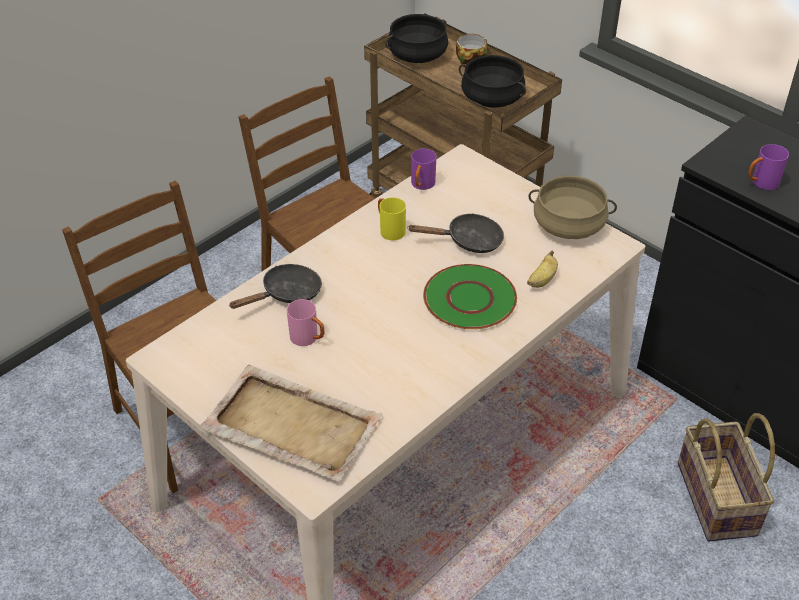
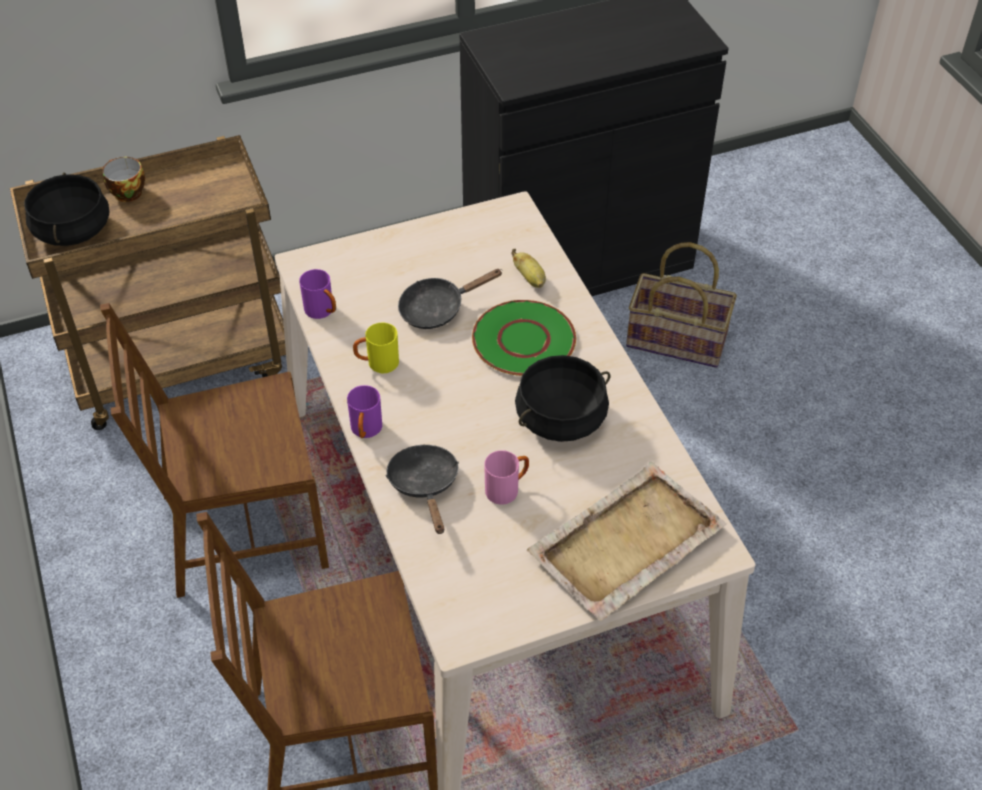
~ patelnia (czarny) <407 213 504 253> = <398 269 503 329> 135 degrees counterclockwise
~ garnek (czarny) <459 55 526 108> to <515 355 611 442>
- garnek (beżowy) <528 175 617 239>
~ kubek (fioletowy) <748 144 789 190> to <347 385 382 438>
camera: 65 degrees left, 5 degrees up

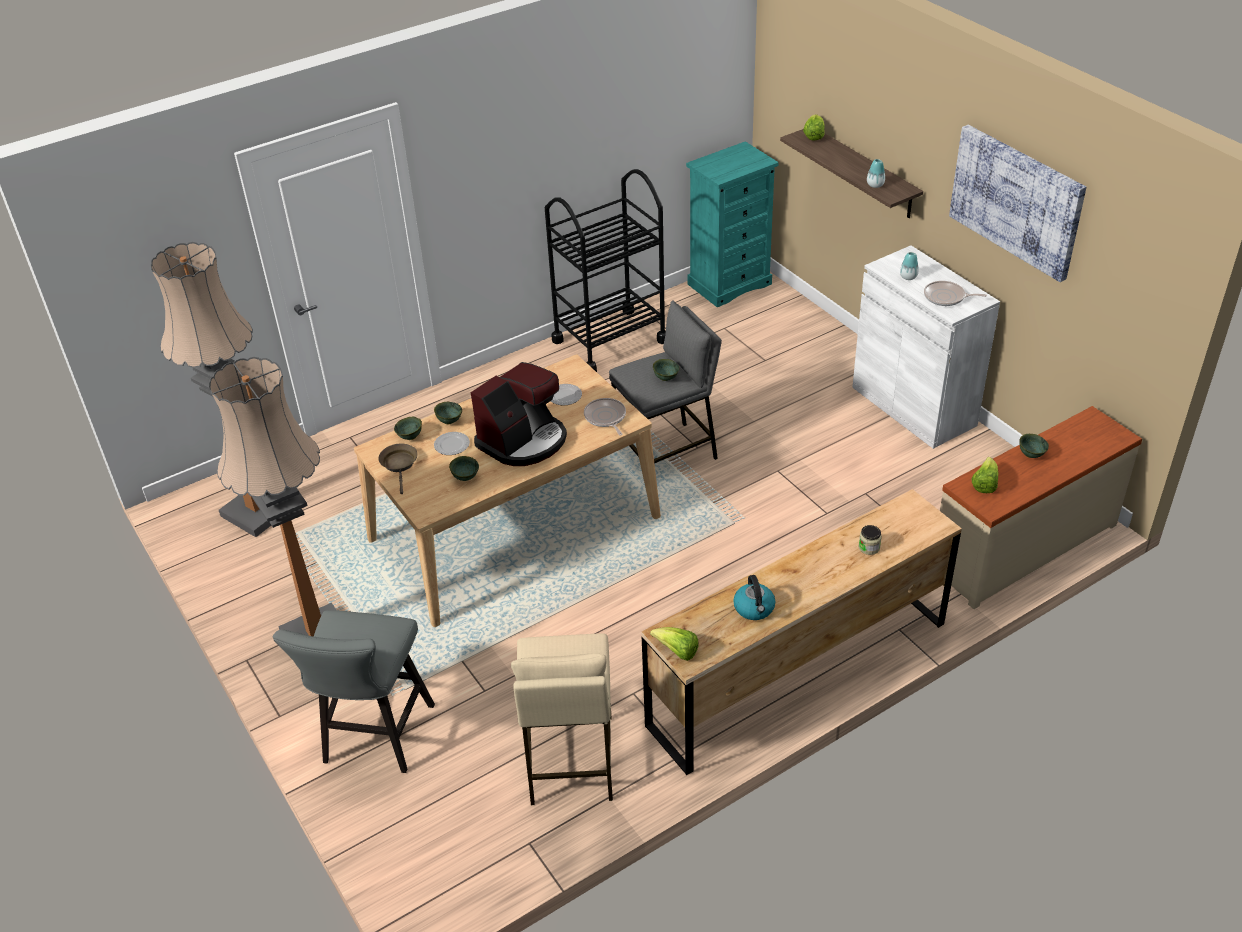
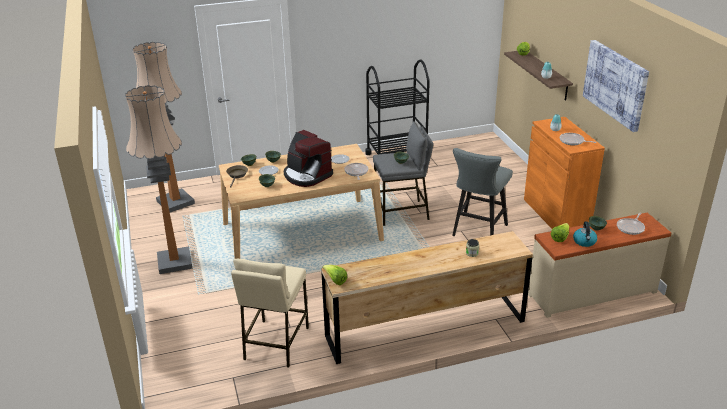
~ stołek (szary) <273 610 435 773> to <452 148 513 236>
~ ekspres do kawy <471 362 567 466> = <284 130 333 187> 75 degrees clockwise
- komoda (turkusowy) <686 141 779 307>
~ czajnik <733 575 775 620> to <573 221 597 247>
~ szafka (biały) <852 245 1000 449> to szafka (pomarańczowy) <524 117 605 229>
+ patelnia <617 213 645 235>
camera: 15 degrees right, 10 degrees down

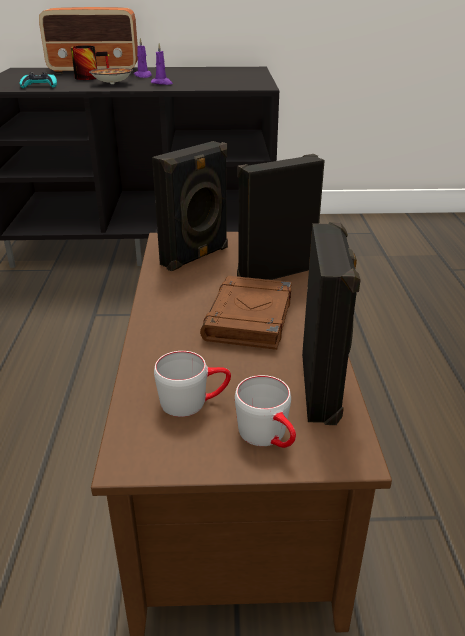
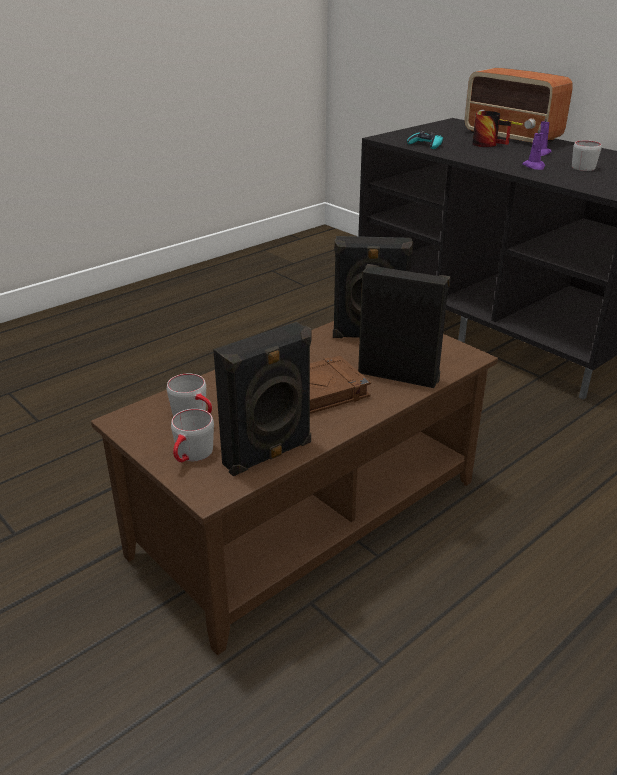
- miska <89 68 133 84>
+ kubek (szary) <572 140 602 171>
camera: 50 degrees right, 0 degrees up

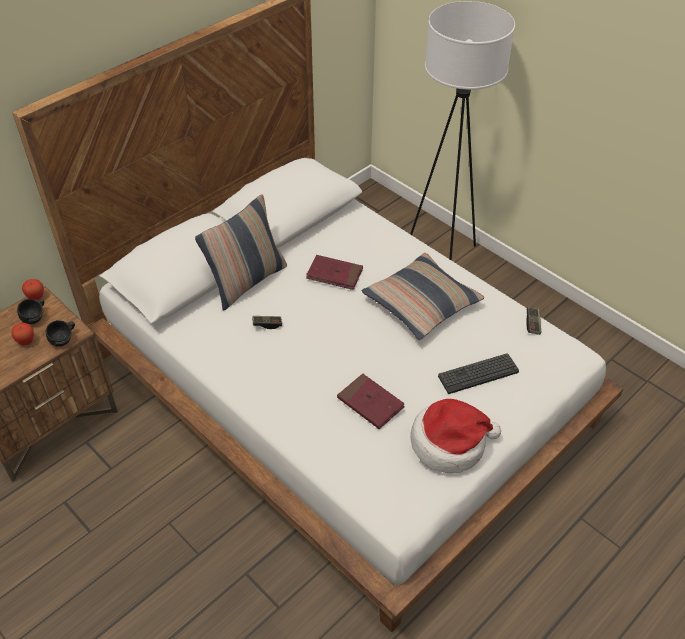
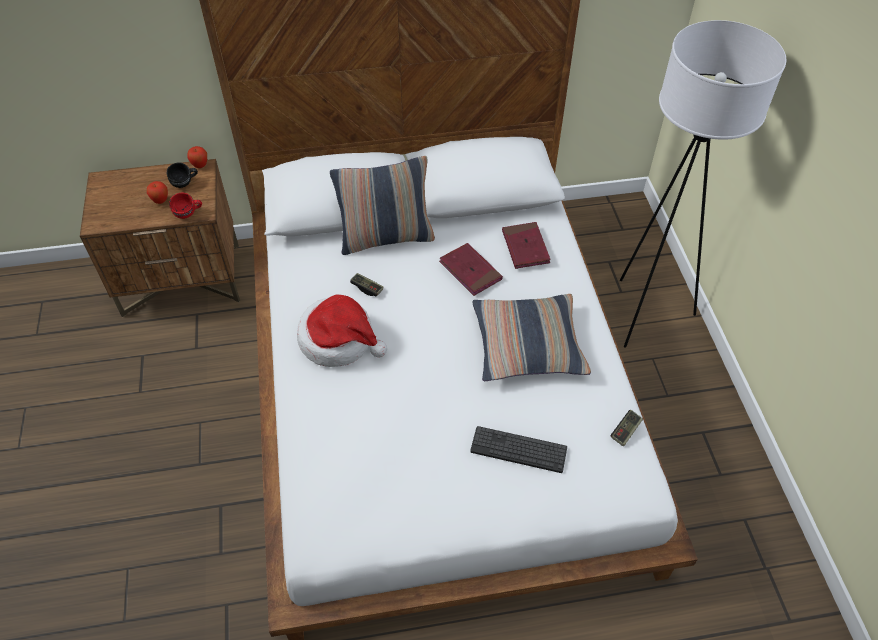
~ kubek (czarny) <46 320 75 346> to kubek (czerwony) <169 193 202 219>
~ książka (czerwony) <337 374 405 429> to <502 222 550 269>
~ kapelusz <410 399 501 473> to <297 295 387 367>
camera: 35 degrees right, 5 degrees up

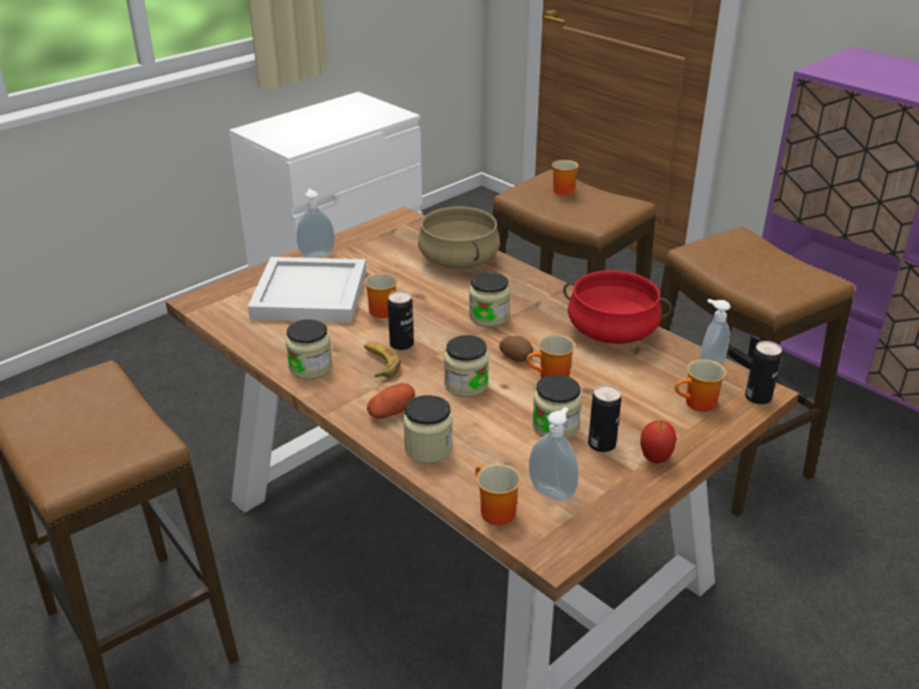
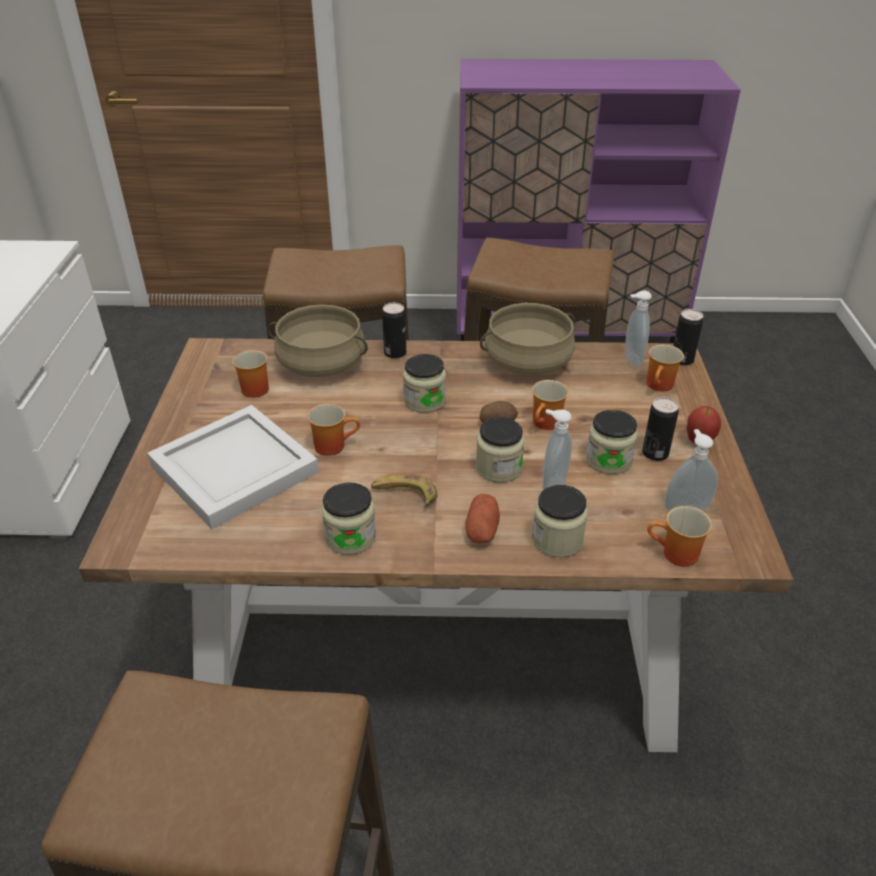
~ dozownik mydła <296 189 335 258> to <543 409 572 490>
~ puszka <388 291 414 350> to <382 303 406 359>
~ kubek <552 160 579 195> to <232 350 269 398>
~ garnek (czerwony) <563 270 672 344> to garnek (beżowy) <480 303 575 375>
camera: 45 degrees left, 5 degrees up

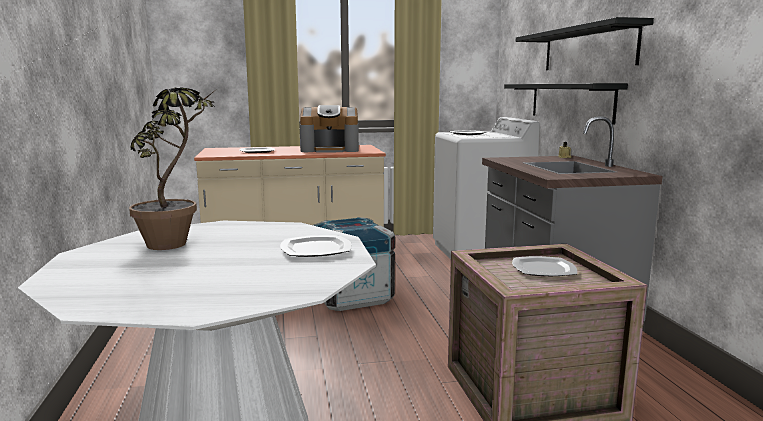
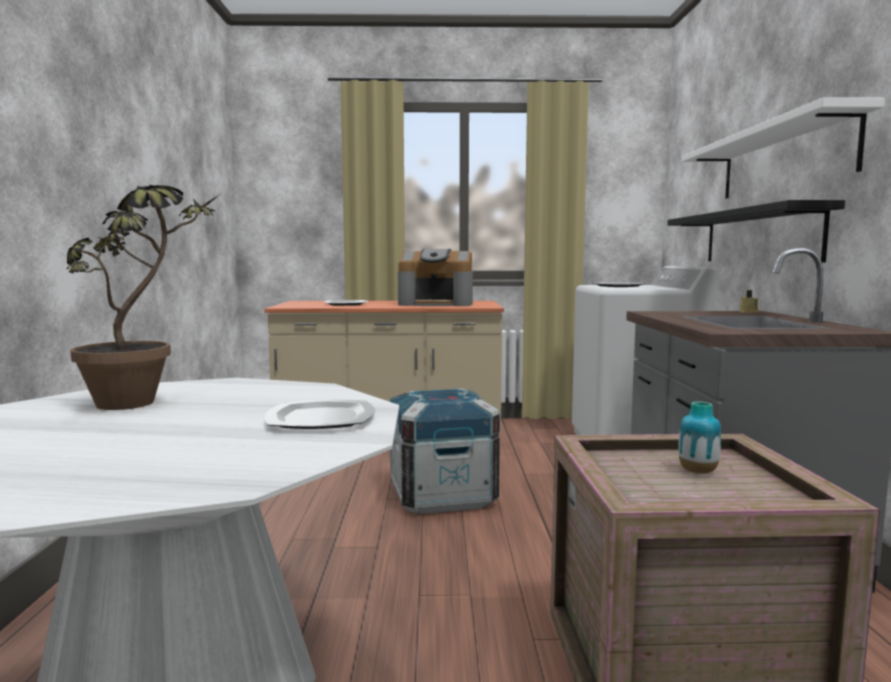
~ talerz <512 256 577 276> to wazon <679 401 721 474>
~ półka (czarny) <516 17 654 70> to półka (biały) <682 97 885 199>
camera: 10 degrees right, 5 degrees down

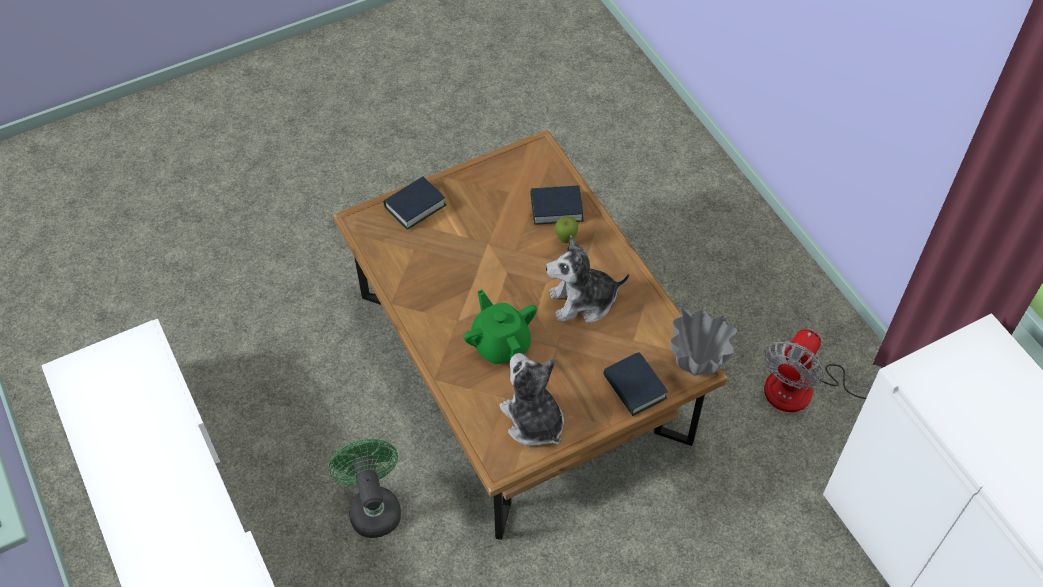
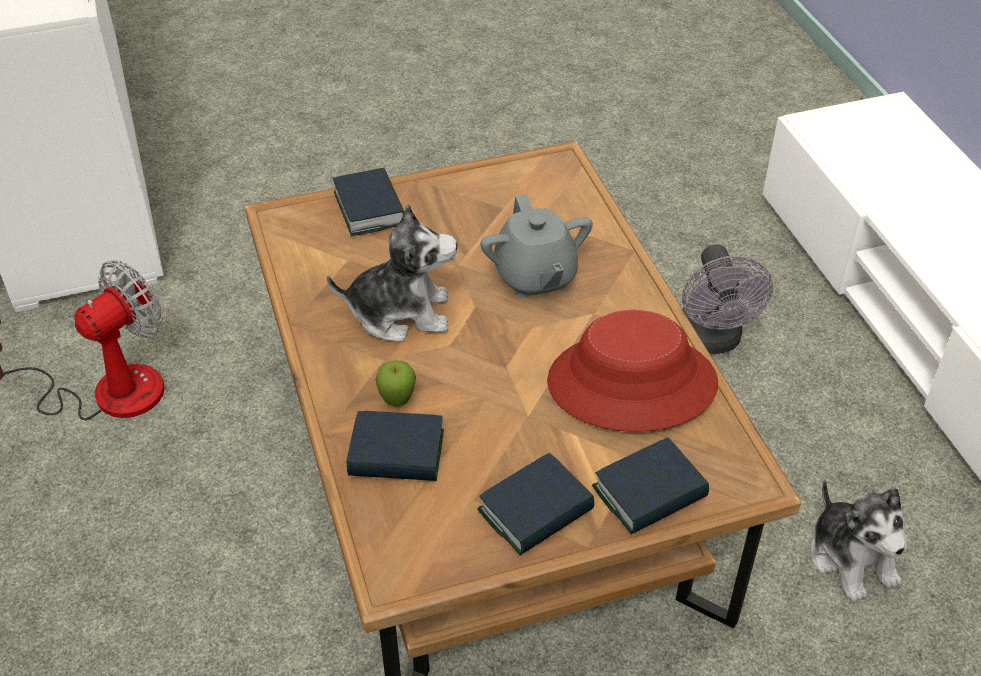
~ wentylator (zielony) <328 439 401 538> to wentylator (szary) <682 244 773 354>
~ imbryk (zielony) <463 289 537 364> to imbryk (szary) <480 194 593 298>
~ pluszak <500 353 564 446> to <810 479 908 603>
- wazon (szary) <671 308 737 375>
+ książka <477 453 595 555>
+ kapelusz (czerwony) <547 310 718 432>
camera: 170 degrees left, 10 degrees down

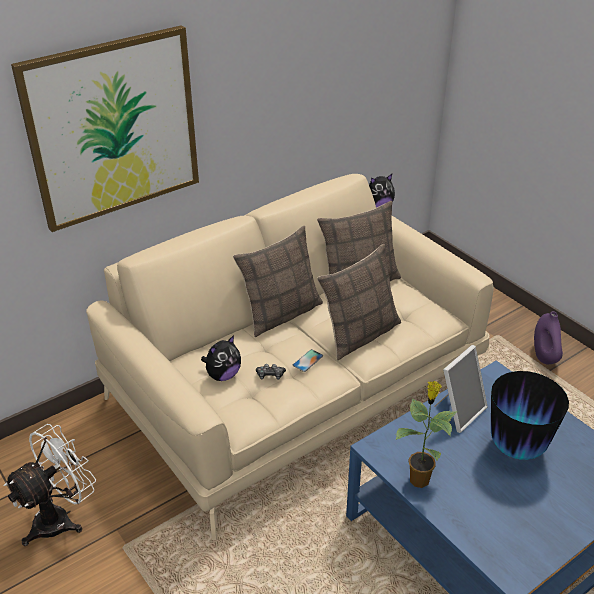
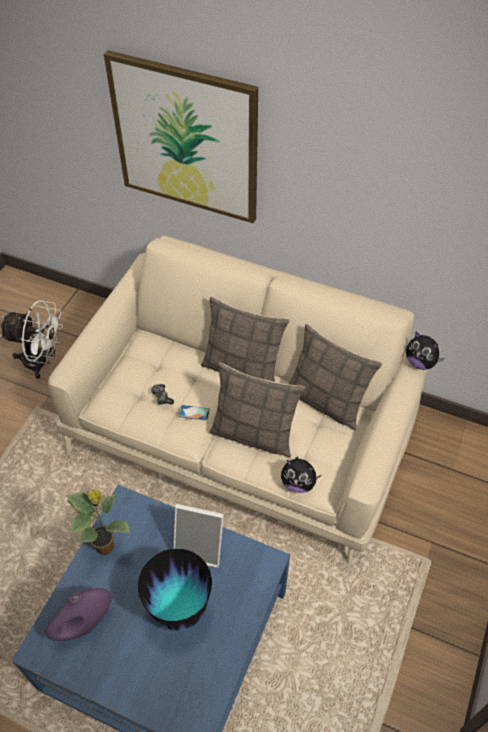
~ pluszak <201 335 241 381> to <281 457 321 493>
~ wazon (fioletowy) <534 311 563 364> to <45 588 112 641>
camera: 60 degrees right, 15 degrees up

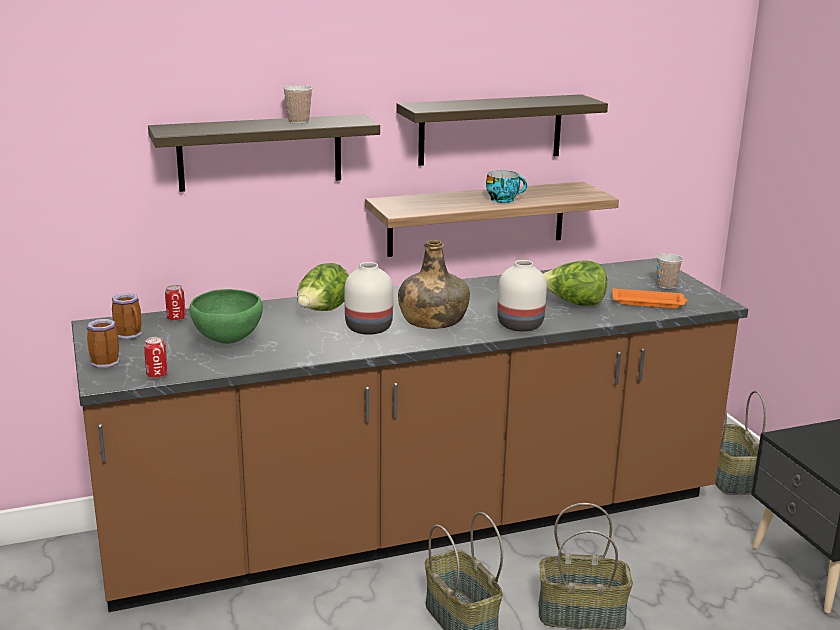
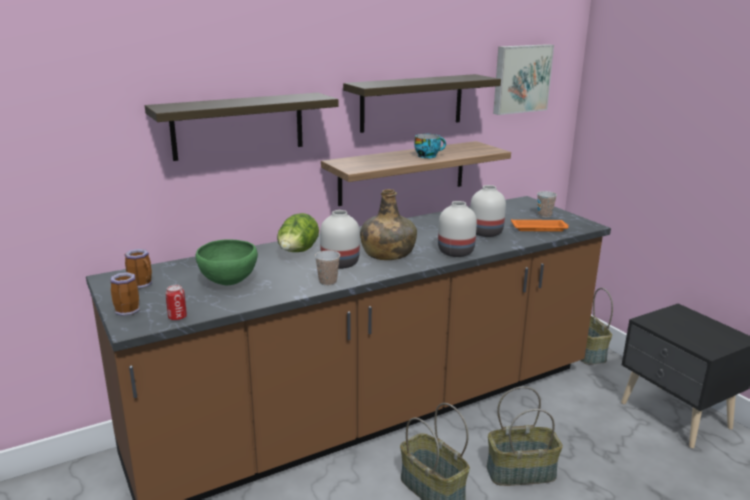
- puszka <165 285 186 321>
~ filiżanka <283 85 313 124> to <315 250 340 286>
~ sałata <543 260 607 306> to wazon (biały) <470 185 506 237>
+ obraz <493 44 554 115>
camera: 10 degrees left, 0 degrees up

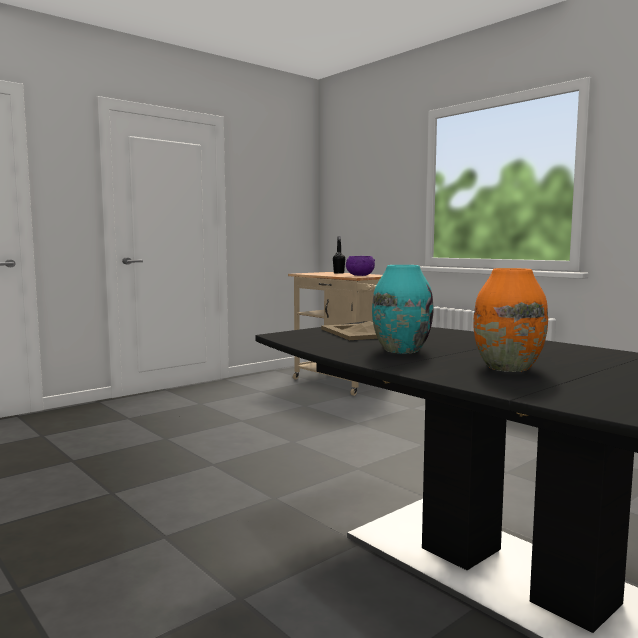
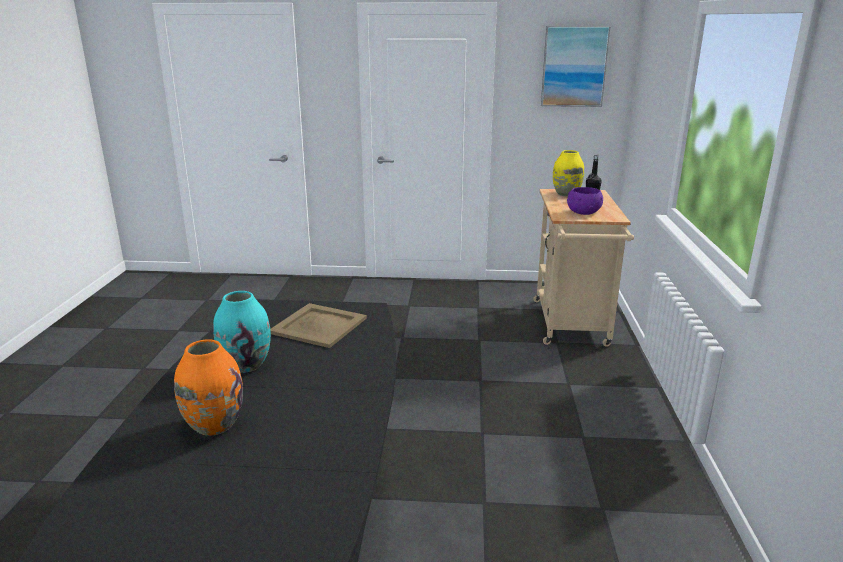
+ obraz <541 26 610 107>
+ wazon (żółty) <553 150 584 196>
camera: 45 degrees right, 15 degrees up

